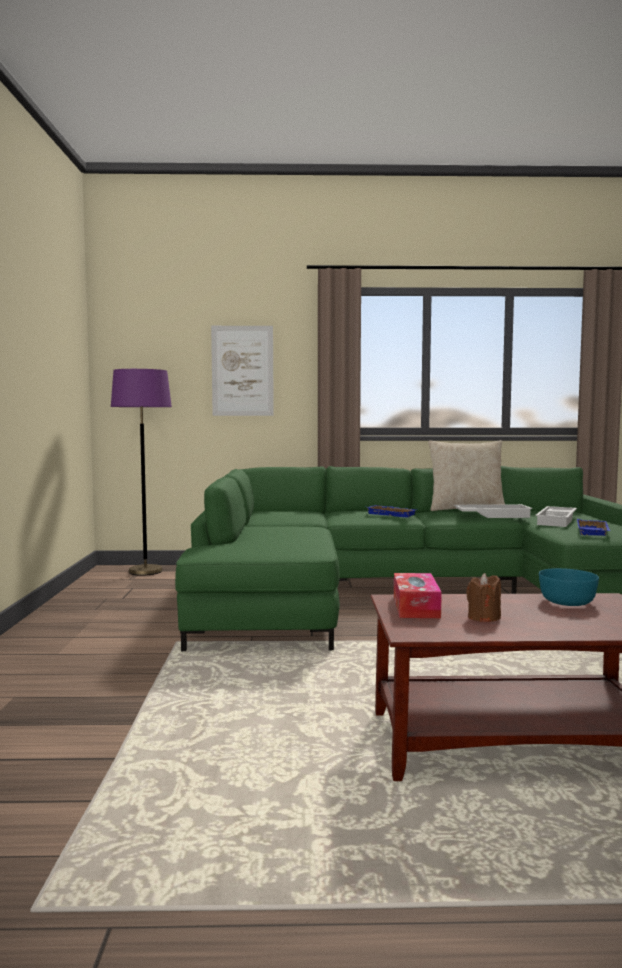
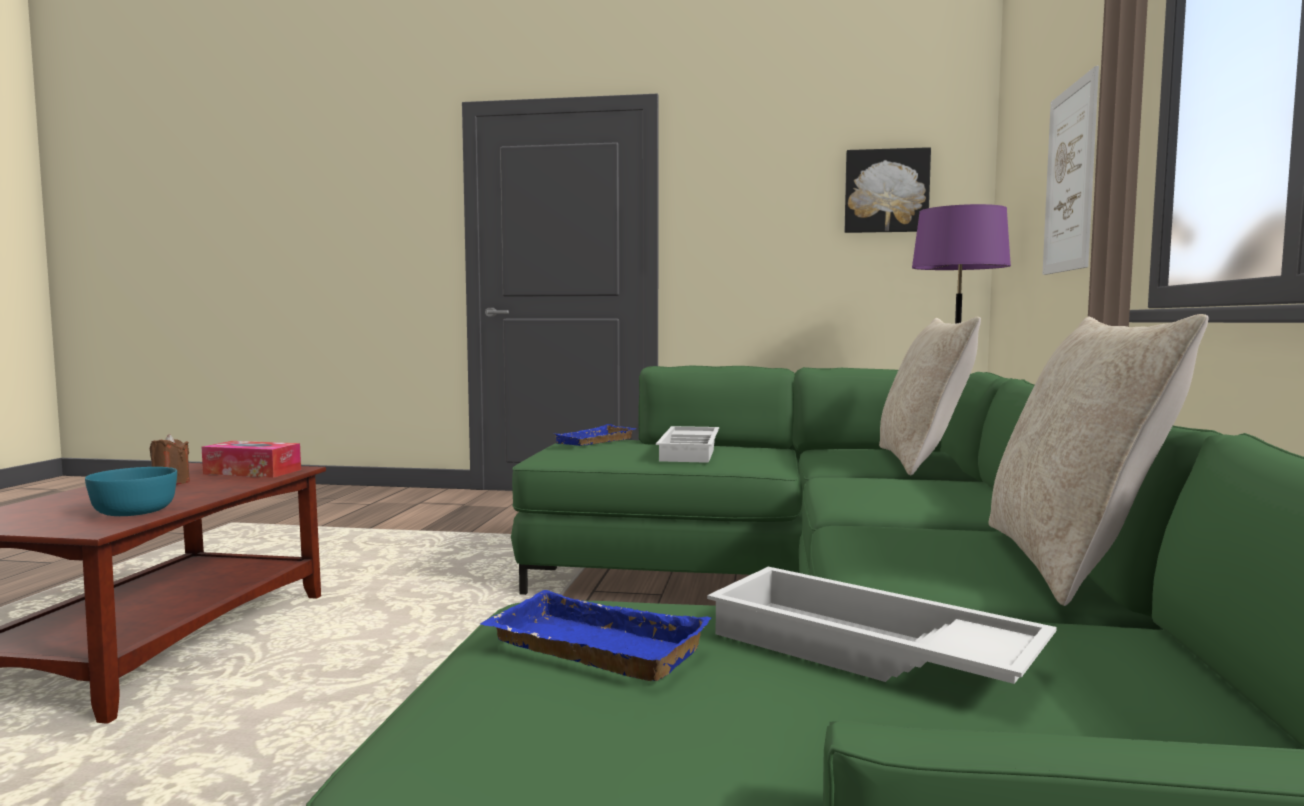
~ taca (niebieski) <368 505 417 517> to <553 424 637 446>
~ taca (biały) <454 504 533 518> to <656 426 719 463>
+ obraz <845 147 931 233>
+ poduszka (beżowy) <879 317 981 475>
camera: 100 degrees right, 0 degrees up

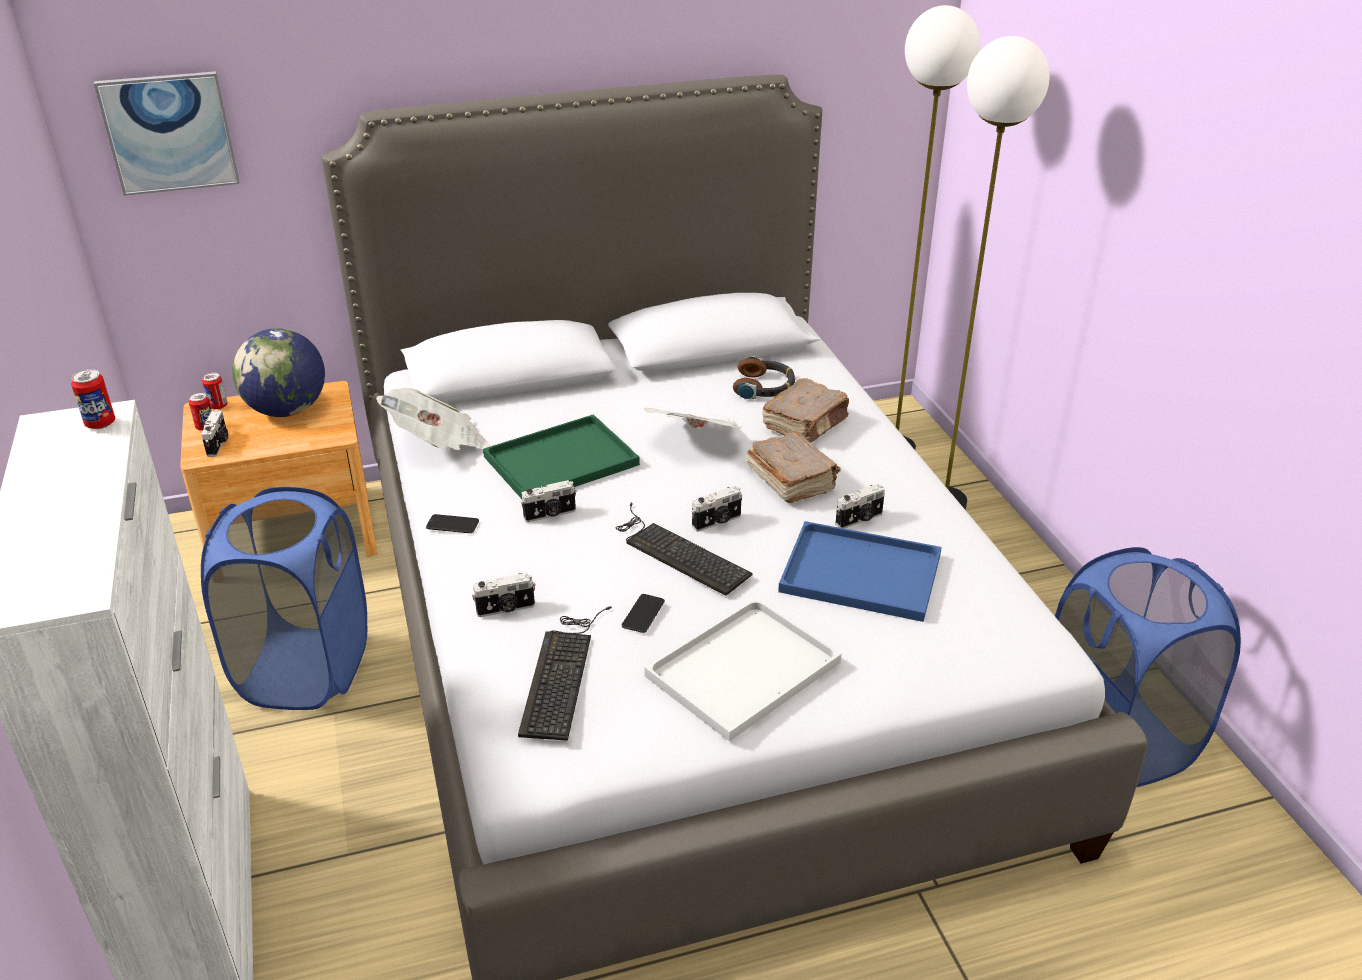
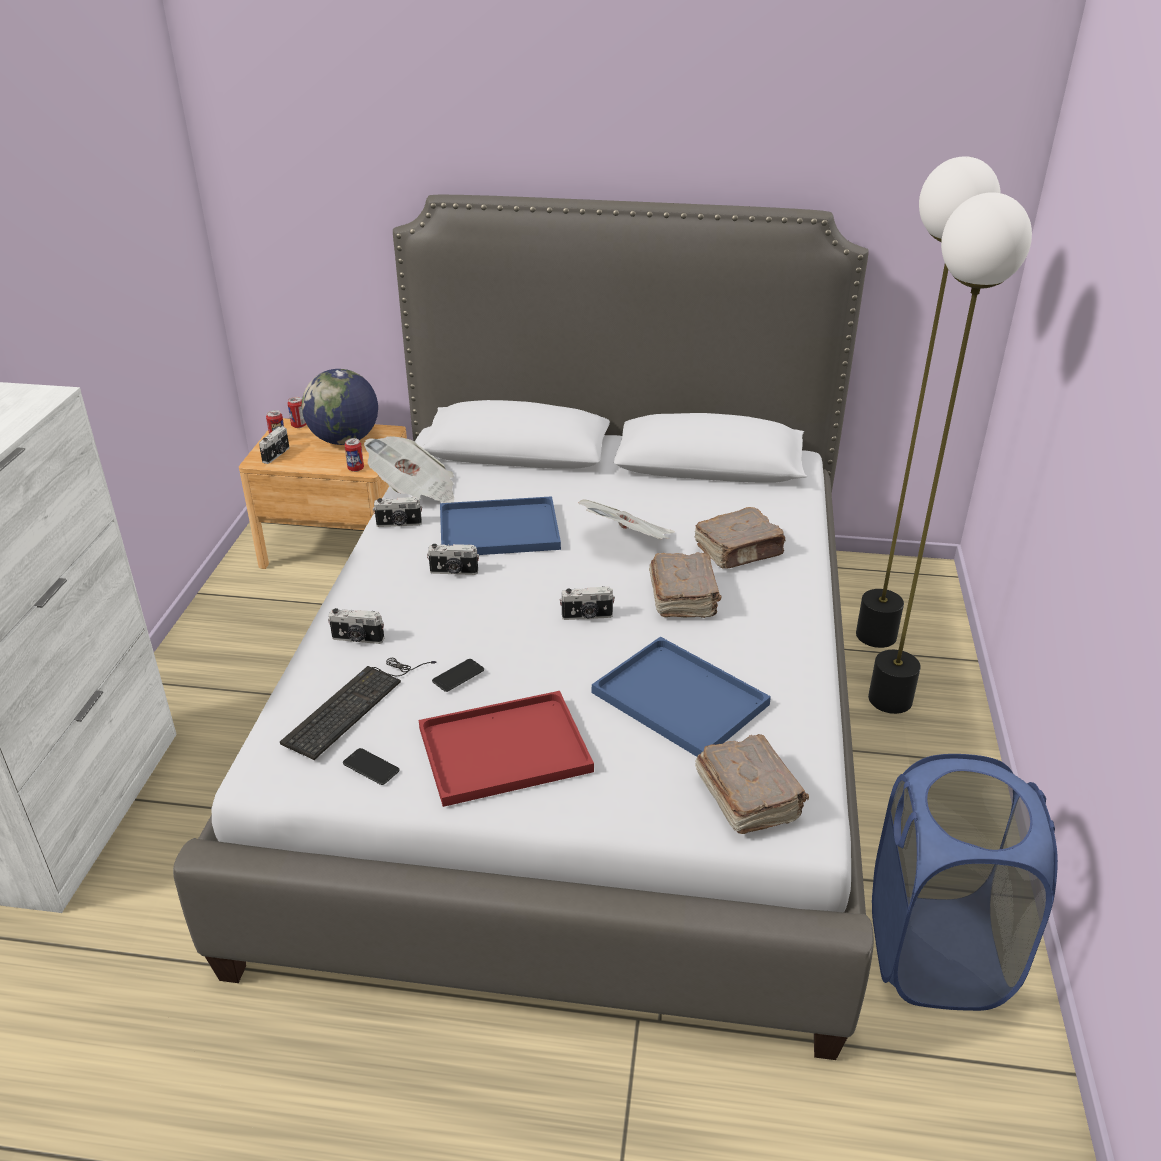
~ puszka <71 369 115 429> to <344 438 364 472>
- obraz <94 71 240 196>
- kosz na pranie (niebieski) <201 487 367 710>
~ telefon <426 514 479 533> to <343 748 400 785>
~ taca (zielony) <483 414 640 499> to taca (niebieski) <440 496 561 555>
- klawiatura <616 502 753 596>
~ taca (biały) <645 598 841 741> to taca (czerwony) <419 691 594 807>
- słuchawki <733 356 795 399>
~ aparat fotograficzny <835 484 885 529> to <373 497 422 527>
+ książka (brązowy) <695 734 809 834>
camera: 25 degrees right, 0 degrees up

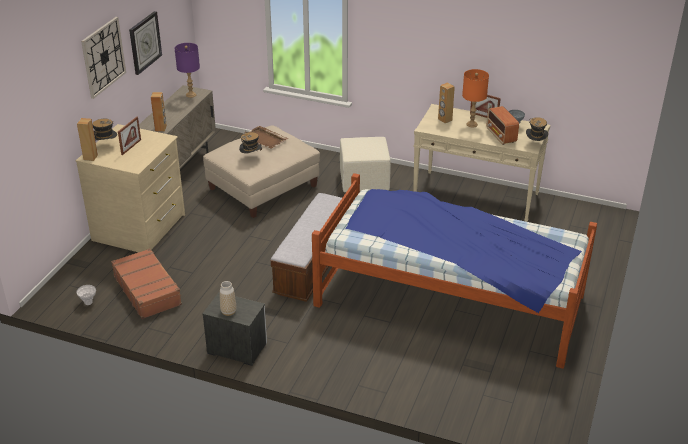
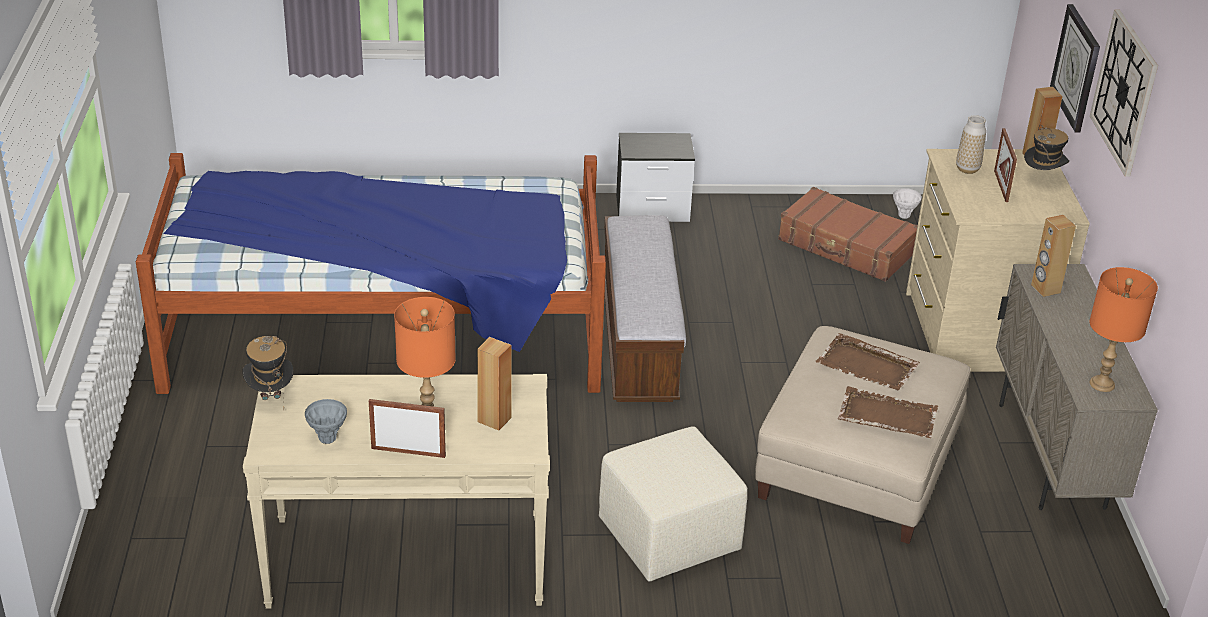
~ zegar ścienny <129 11 162 75> to <1050 4 1100 132>
~ lampa stołowa (fioletowy) <175 43 200 98> to lampa stołowa (pomarańczowy) <1089 267 1158 392>
~ wazon <220 281 236 316> to <956 115 986 174>
~ kapelusz <239 131 262 154> to taca (brązowy) <816 333 920 390>
- radio <487 106 519 145>
camera: 155 degrees right, 0 degrees up

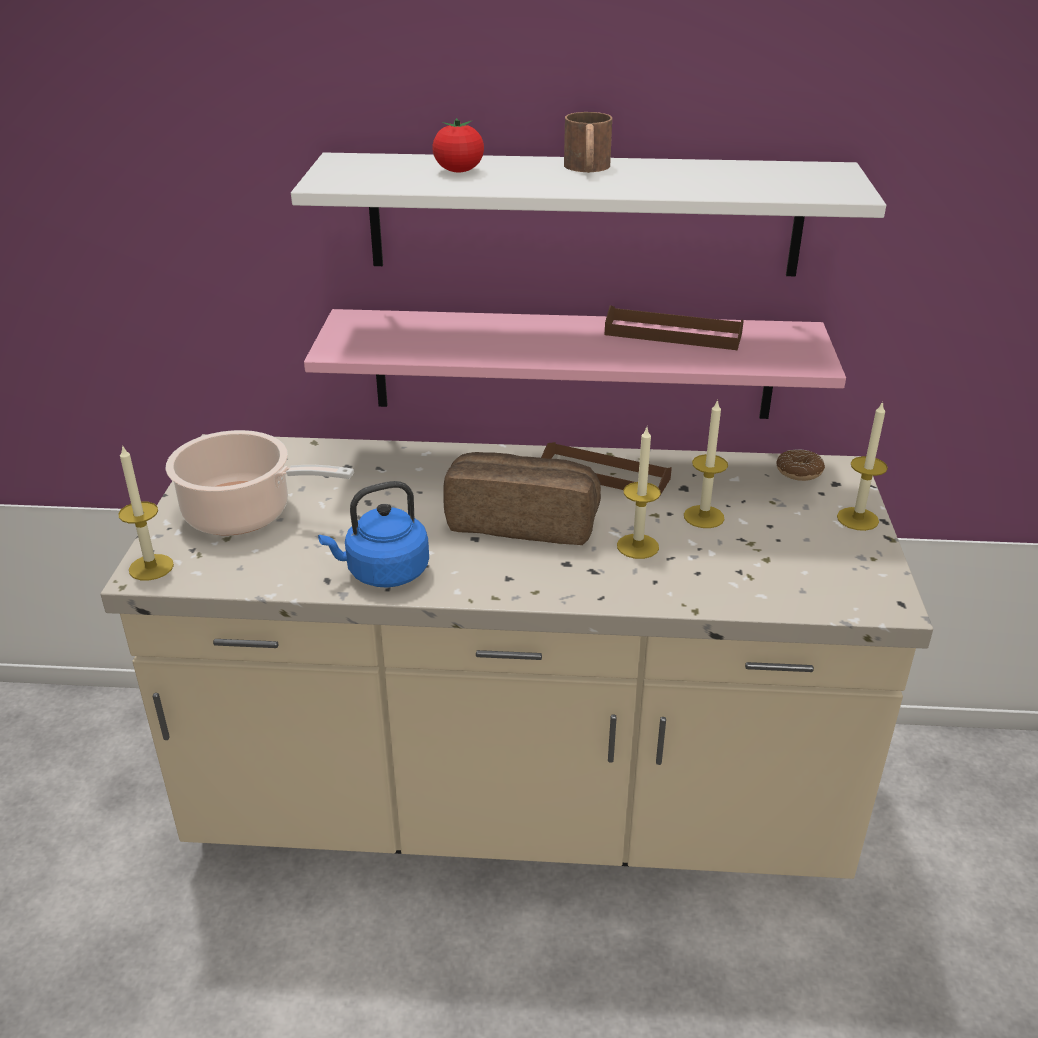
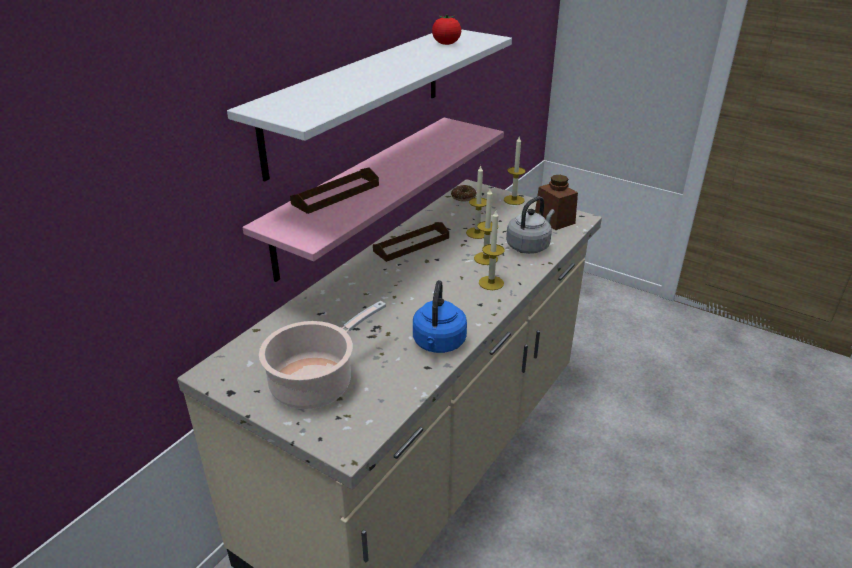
~ świeca <118 445 174 581> to <479 210 505 290>
~ pomidor <432 118 484 173> to <432 14 461 45>
- chleb <443 452 601 545>
- kubek (brązowy) <564 112 612 173>
~ taca (brązowy) <605 305 744 350> to <290 167 379 214>
+ czajnik (szary) <506 196 555 254>
+ słoik (brązowy) <535 175 578 230>
camera: 60 degrees left, 0 degrees up

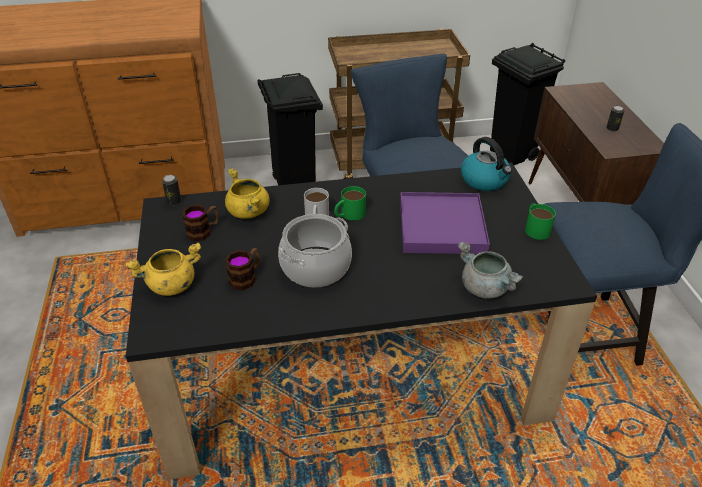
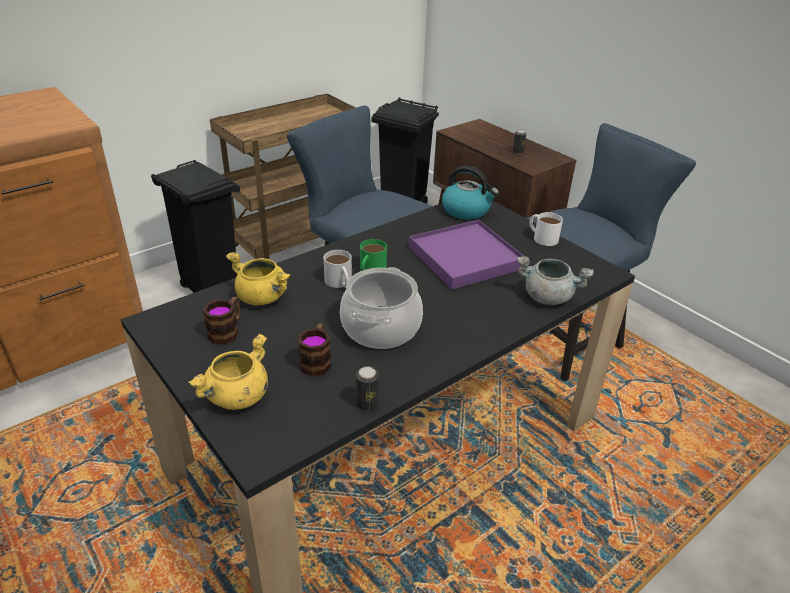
~ puszka <162 175 182 206> to <356 366 378 410>
~ kubek (zielony) <525 203 556 240> to kubek (biały) <530 212 563 246>
camera: 30 degrees left, 5 degrees down

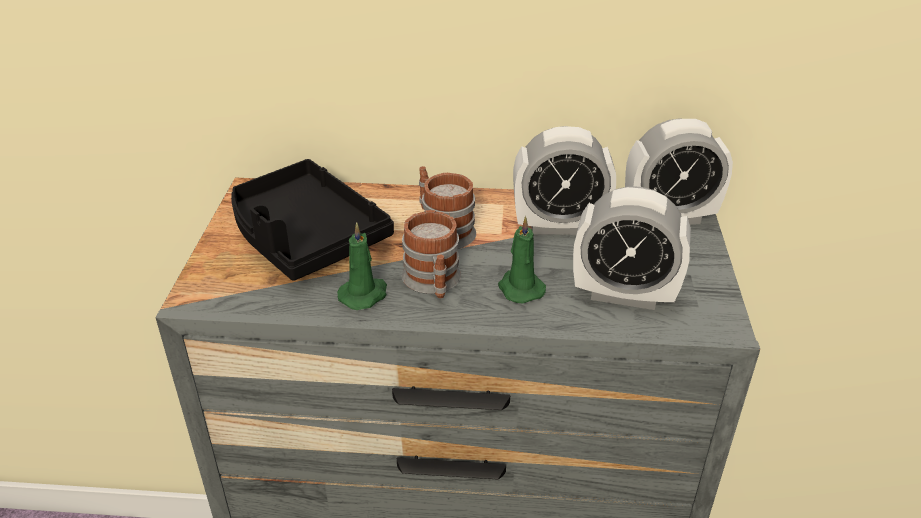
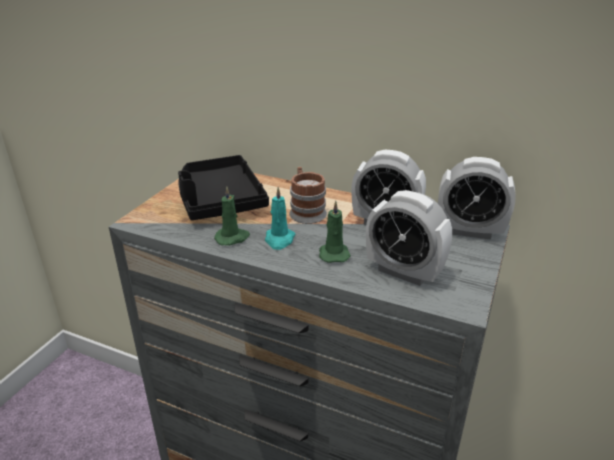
~ kubek <402 210 461 299> to świeca (turkusowy) <265 187 295 250>
camera: 20 degrees right, 5 degrees down

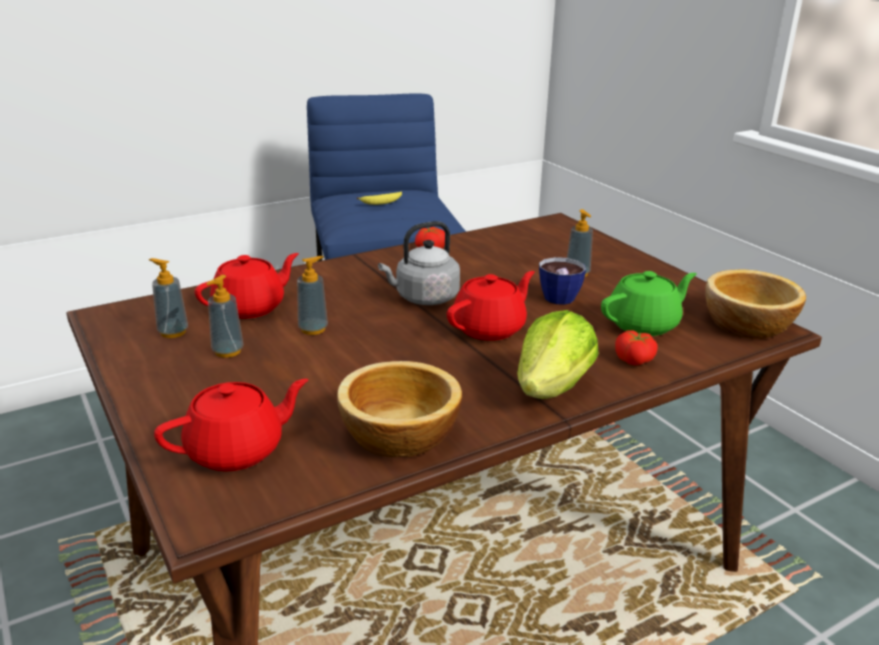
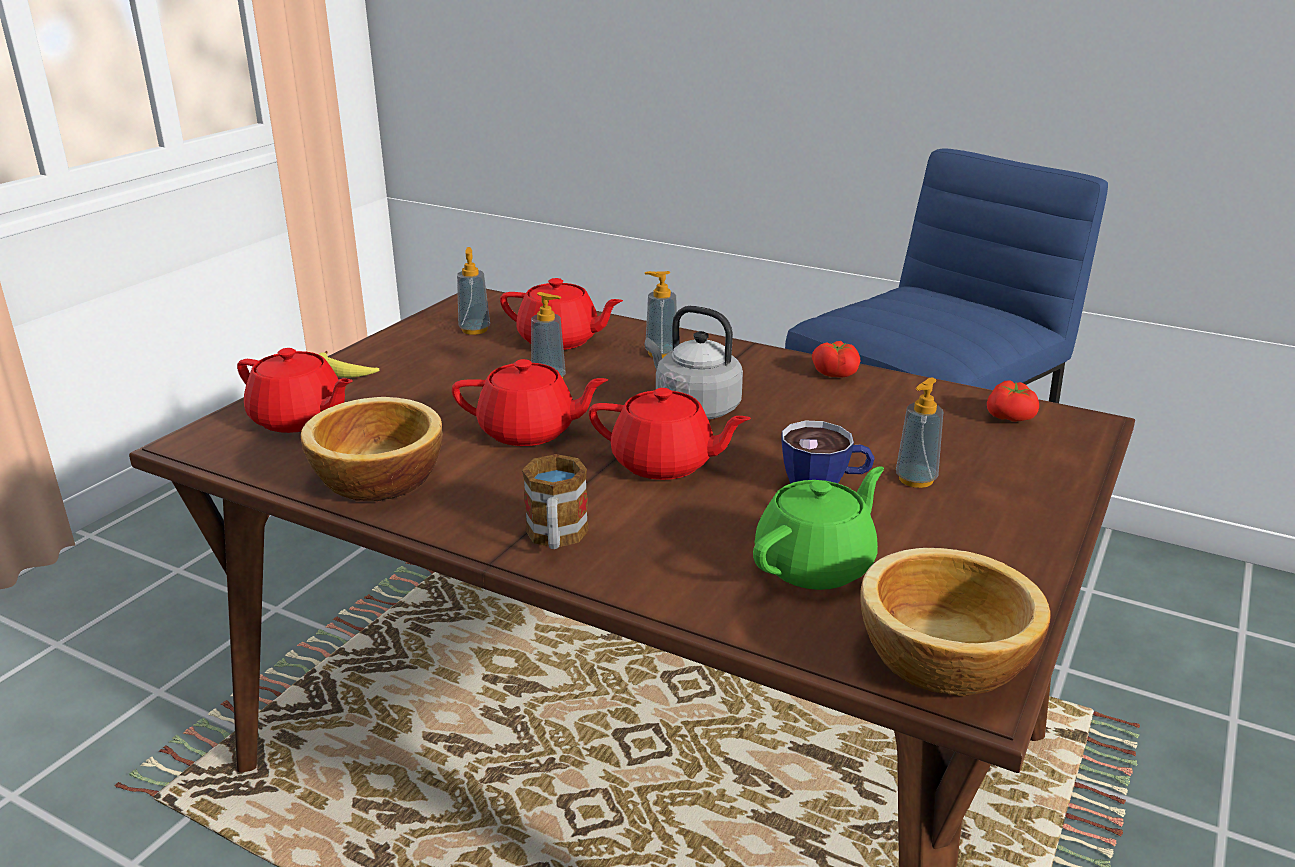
~ dozownik mydła <206 275 243 358> to <645 271 677 358>
~ banan <357 192 402 205> to <319 351 379 377>
~ sałata <517 310 599 399> to kubek <522 454 589 549>
~ imbryk (zielony) <601 271 697 336> = <753 466 884 590> 75 degrees counterclockwise
~ pomidor <615 330 657 365> to <987 380 1039 422>
+ imbryk (czerwony) <452 359 608 446>
camera: 60 degrees right, 0 degrees up

